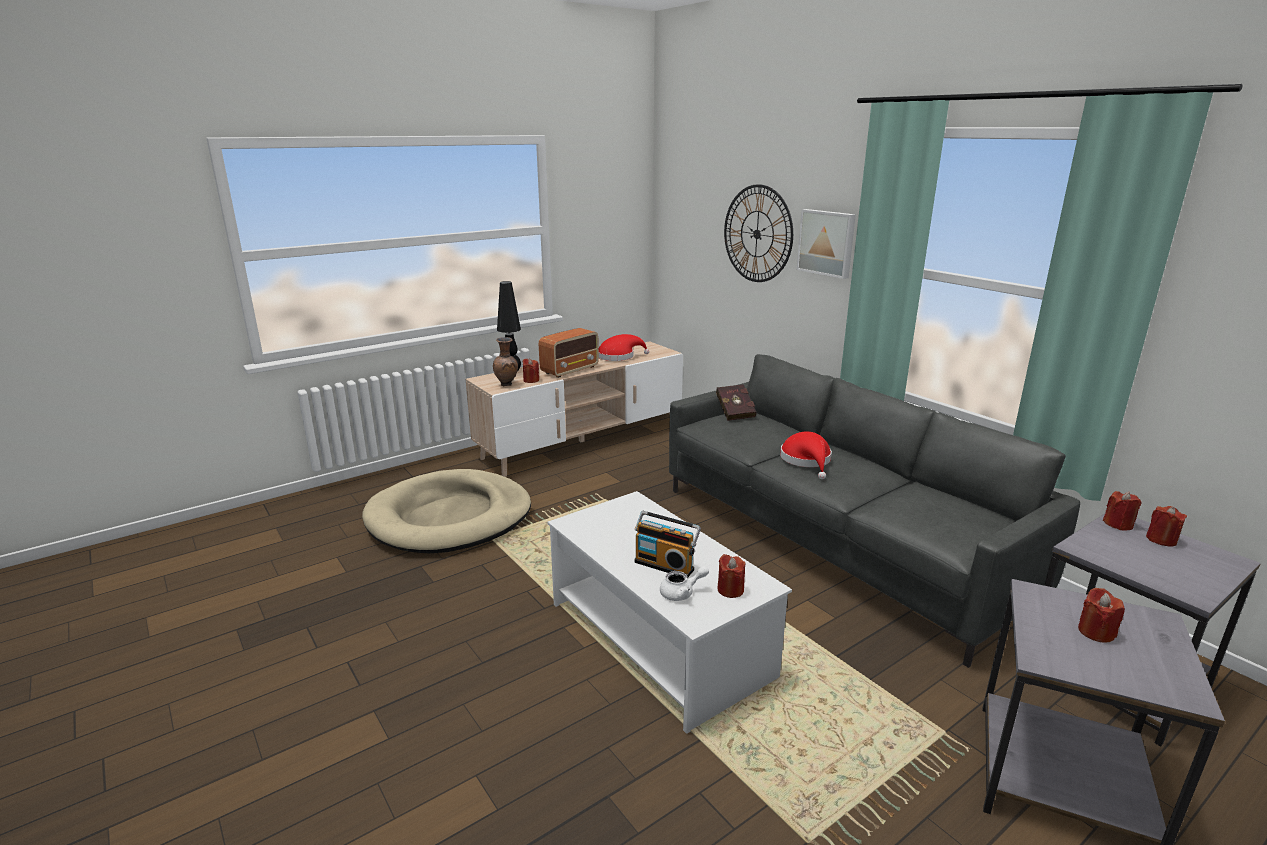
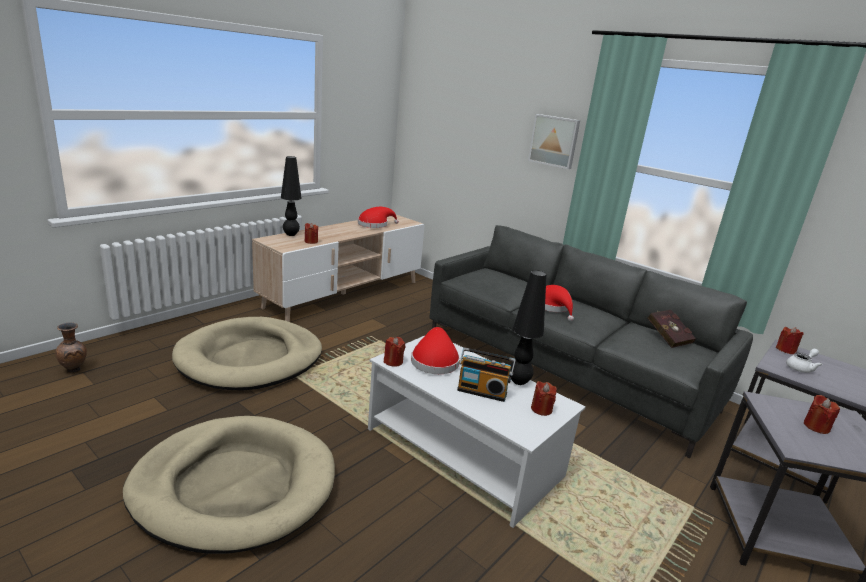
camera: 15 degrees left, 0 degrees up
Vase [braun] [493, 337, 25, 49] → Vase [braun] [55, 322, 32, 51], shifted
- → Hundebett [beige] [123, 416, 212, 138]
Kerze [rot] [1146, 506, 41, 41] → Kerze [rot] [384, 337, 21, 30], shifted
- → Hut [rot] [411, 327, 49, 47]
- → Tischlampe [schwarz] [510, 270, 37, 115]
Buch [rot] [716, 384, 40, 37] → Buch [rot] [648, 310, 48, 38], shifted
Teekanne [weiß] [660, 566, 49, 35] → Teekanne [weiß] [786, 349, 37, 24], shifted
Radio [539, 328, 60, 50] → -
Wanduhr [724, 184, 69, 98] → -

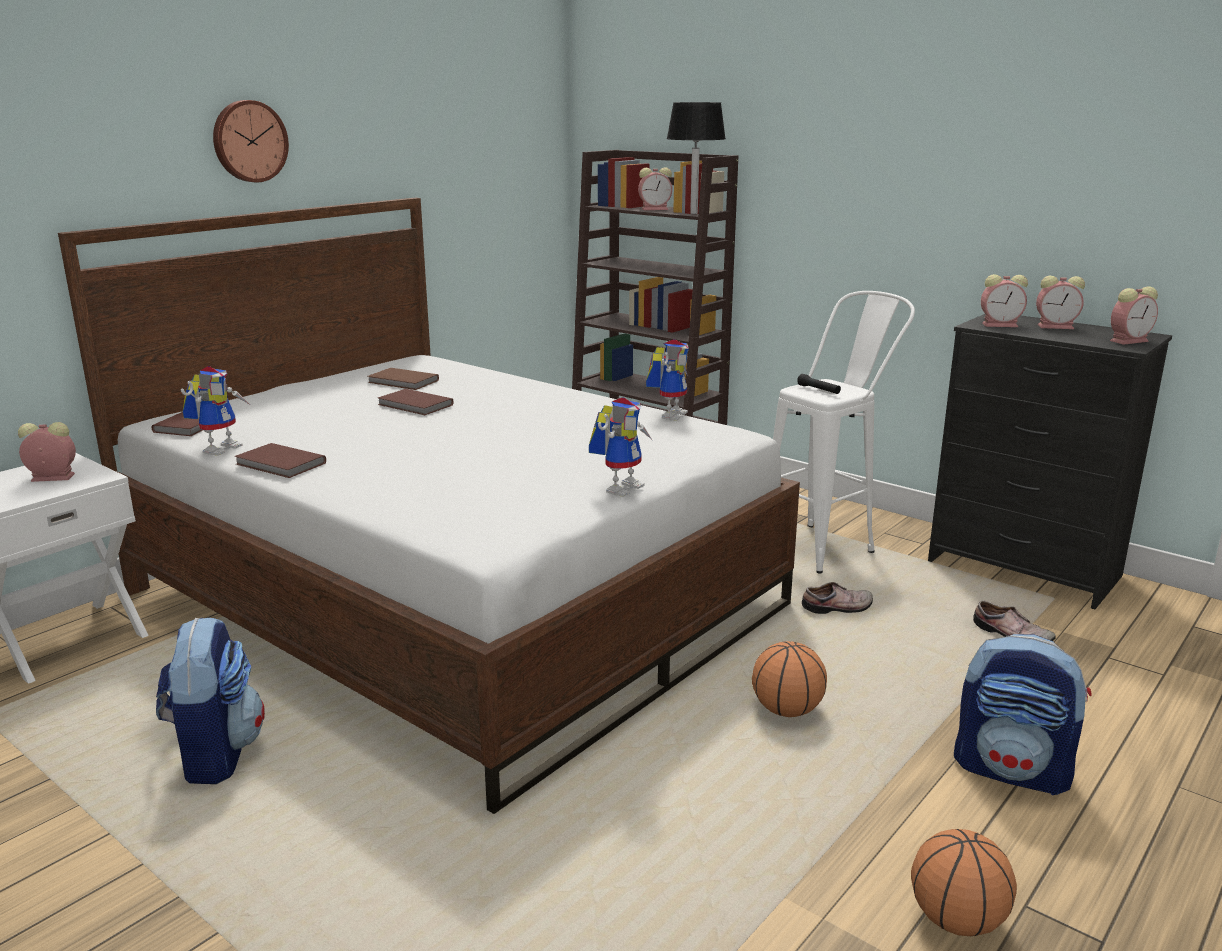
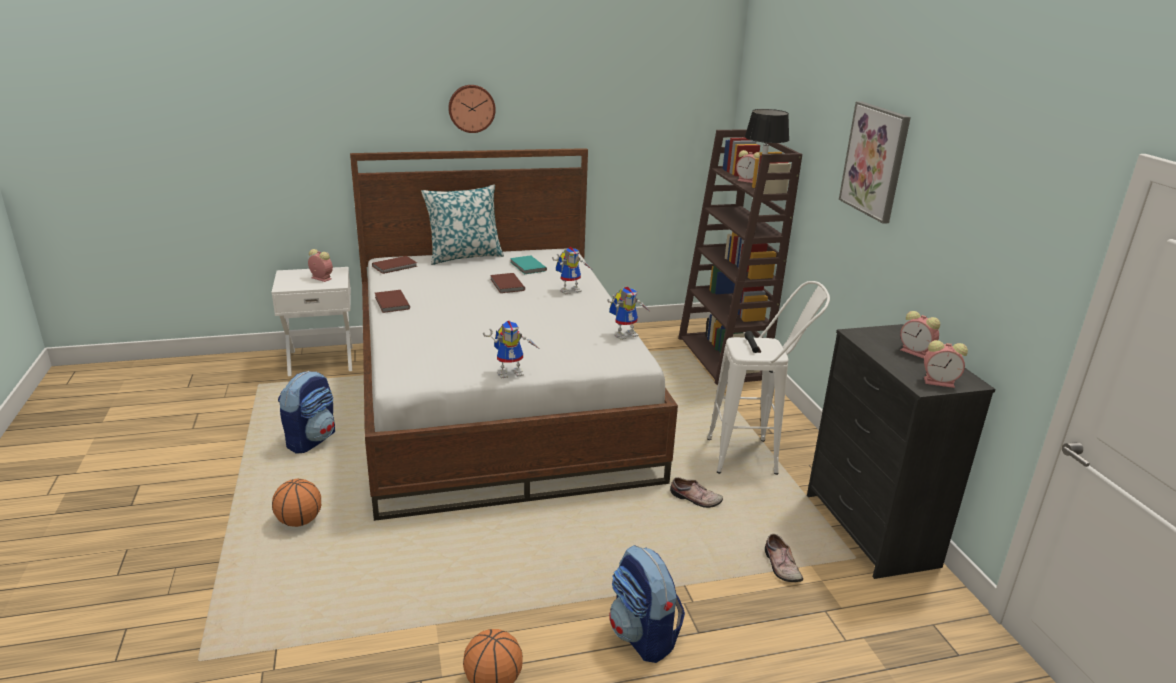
camera: 35 degrees right, 5 degrees up
Basketball [752, 641, 75, 76] → Basketball [272, 479, 49, 48], shifted
- → Kissen [421, 184, 83, 81]
Buch [braun] [368, 368, 71, 22] → Buch [türkis] [510, 255, 37, 19]
Spielzeugroboter [181, 366, 68, 90] → Spielzeugroboter [552, 247, 39, 48], shifted
- → Bild [839, 101, 72, 123]
Wecker [981, 274, 47, 53] → -

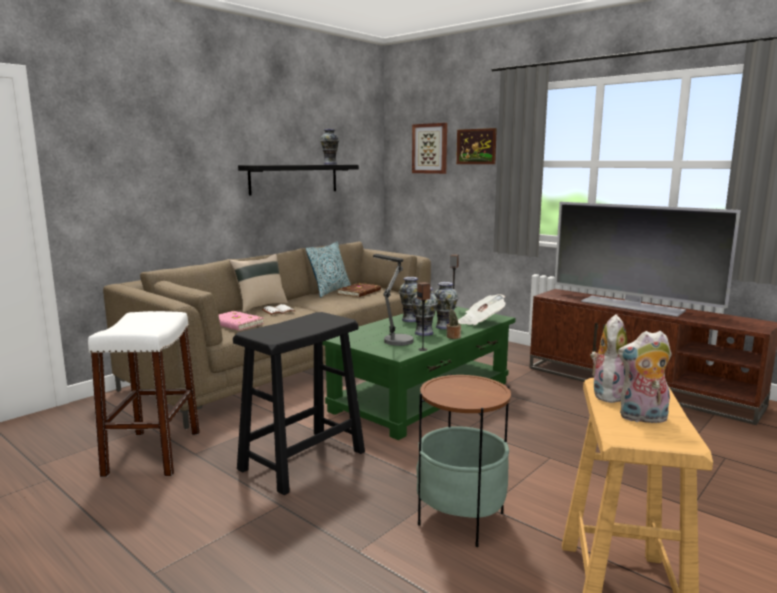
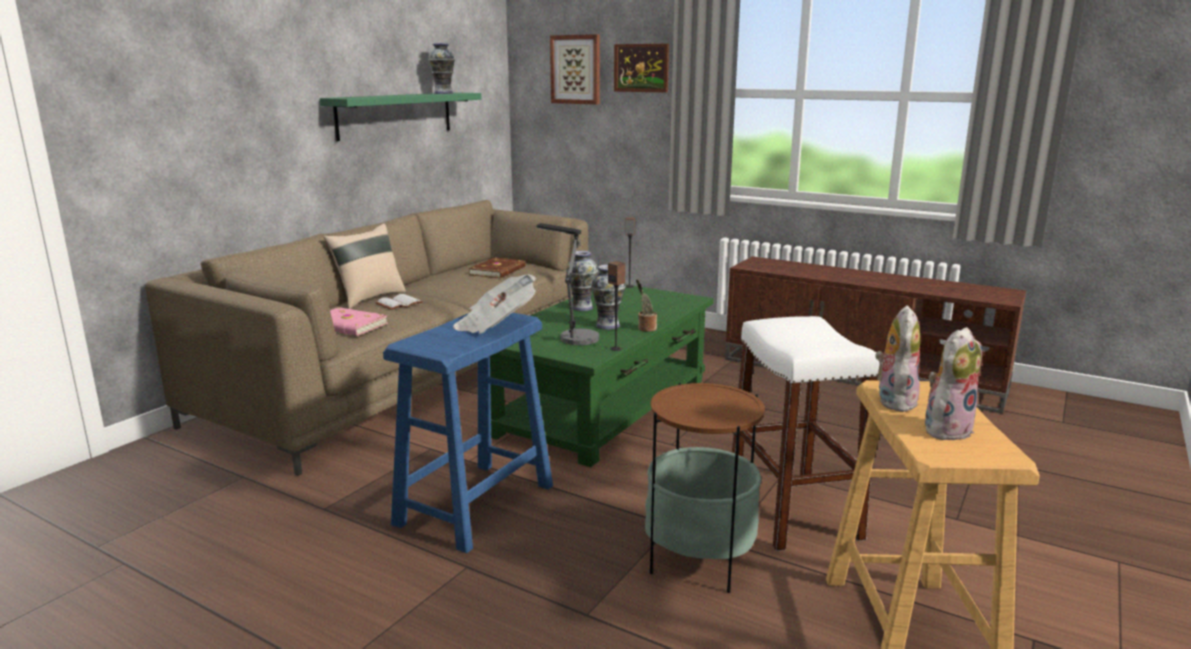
camera: 10 degrees left, 5 degrees up
Wandregal [schwarz] [238, 165, 121, 31] → Wandregal [grün] [320, 93, 162, 48]
Hocker [schwarz] [233, 312, 132, 183] → Hocker [blau] [383, 312, 170, 241]
Zeitung [458, 294, 48, 31] → Zeitung [453, 274, 83, 60], shifted
Hocker [weiß] [88, 311, 112, 166] → Hocker [weiß] [732, 316, 147, 235], shifted
Plüschtier [618, 331, 54, 92] → Plüschtier [925, 327, 57, 114], 150 degrees clockwise
Kissen [306, 241, 45, 56] → -
Vase [434, 282, 24, 48] → -
Fernseher [554, 202, 187, 115] → -

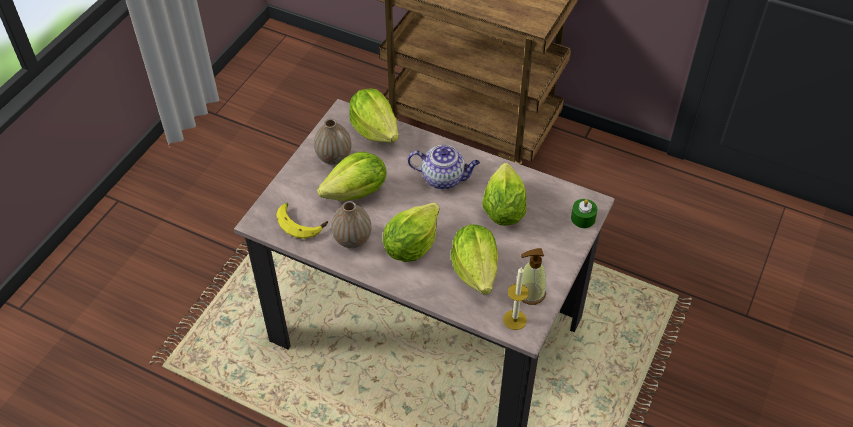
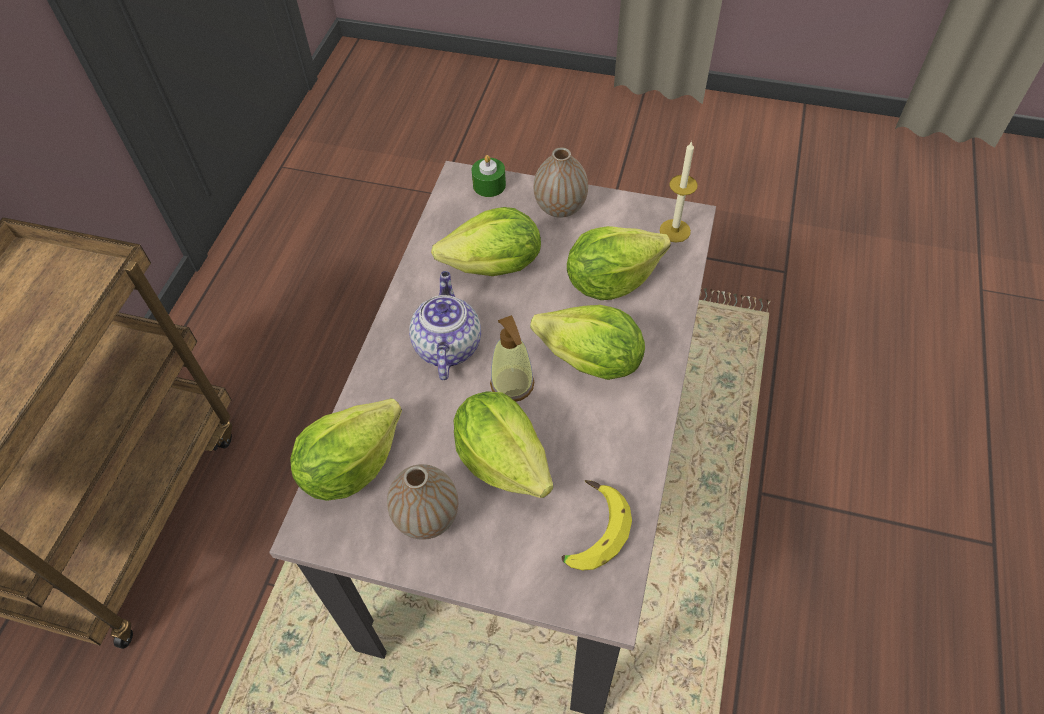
camera: 100 degrees left, 5 degrees up
Seifenspender [521, 248, 25, 57] → Seifenspender [490, 315, 44, 87], shifted
Vase [331, 201, 40, 47] → Vase [534, 147, 54, 71], shifted

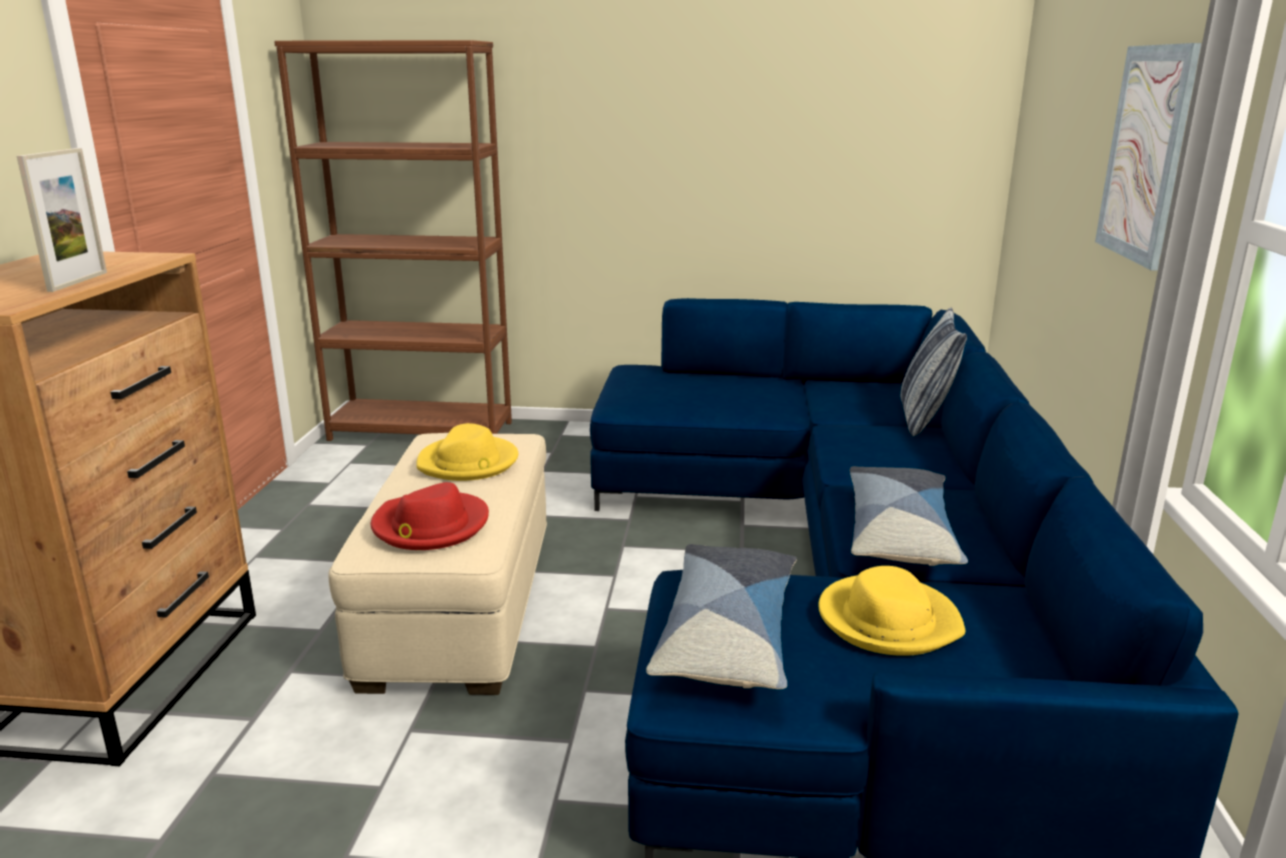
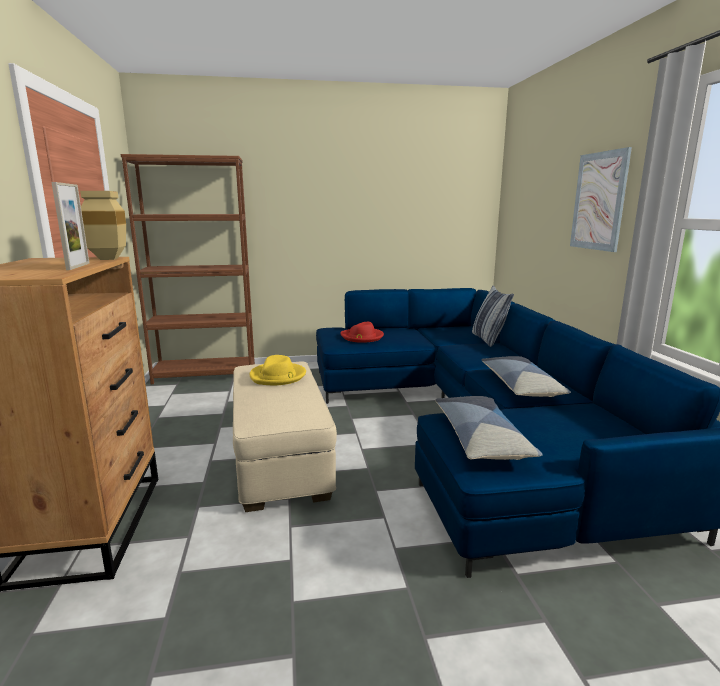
camera: 15 degrees left, 5 degrees down
- → Vase [beige] [80, 191, 46, 69]
Hut [rot] [371, 482, 118, 68] → Hut [rot] [341, 322, 43, 21], shifted
Hut [gelb] [818, 566, 147, 90] → -

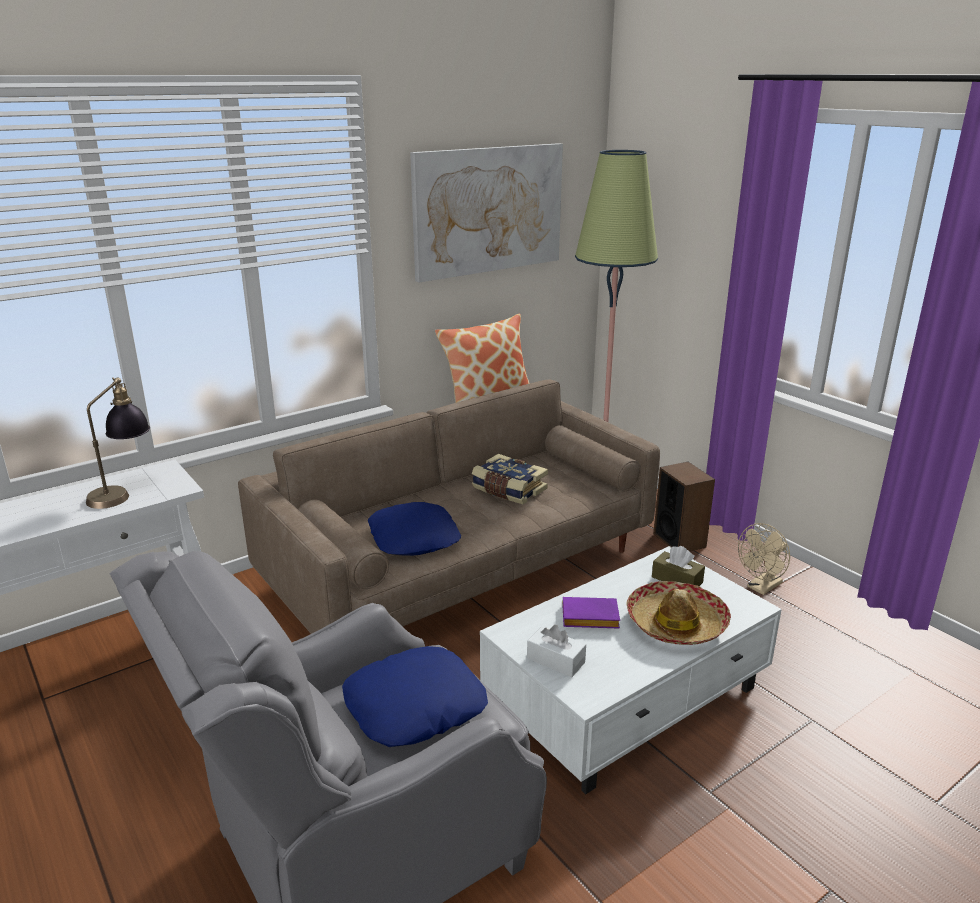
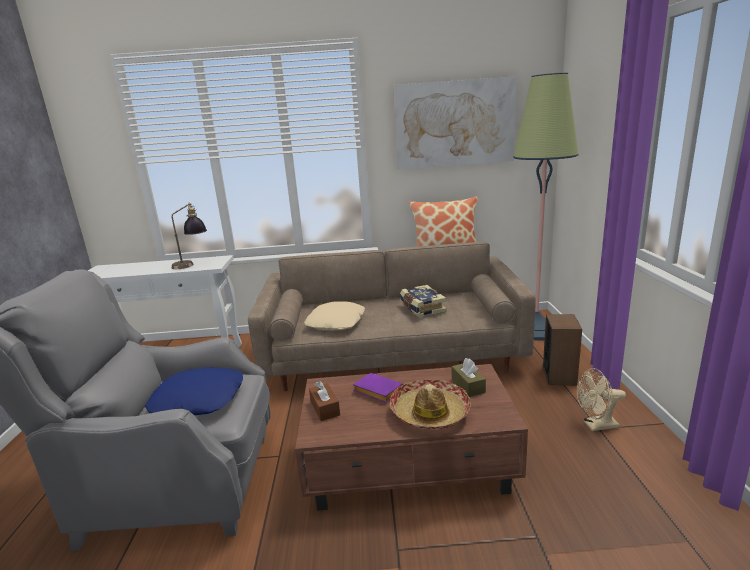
camera: 35 degrees right, 5 degrees down
Couchtisch [weiß] [480, 546, 302, 248] → Couchtisch [braun] [295, 364, 233, 147]
Kissen [blau] [368, 502, 93, 54] → Kissen [beige] [304, 301, 61, 30]
Taschentuchbox [weiß] [527, 625, 59, 52] → Taschentuchbox [braun] [309, 381, 31, 40]

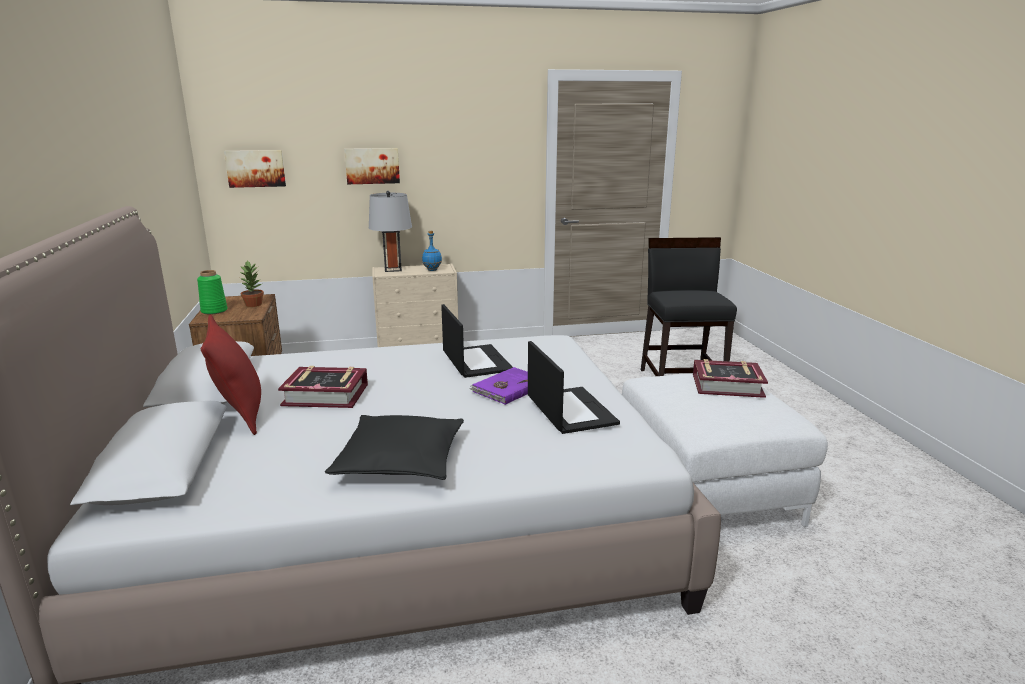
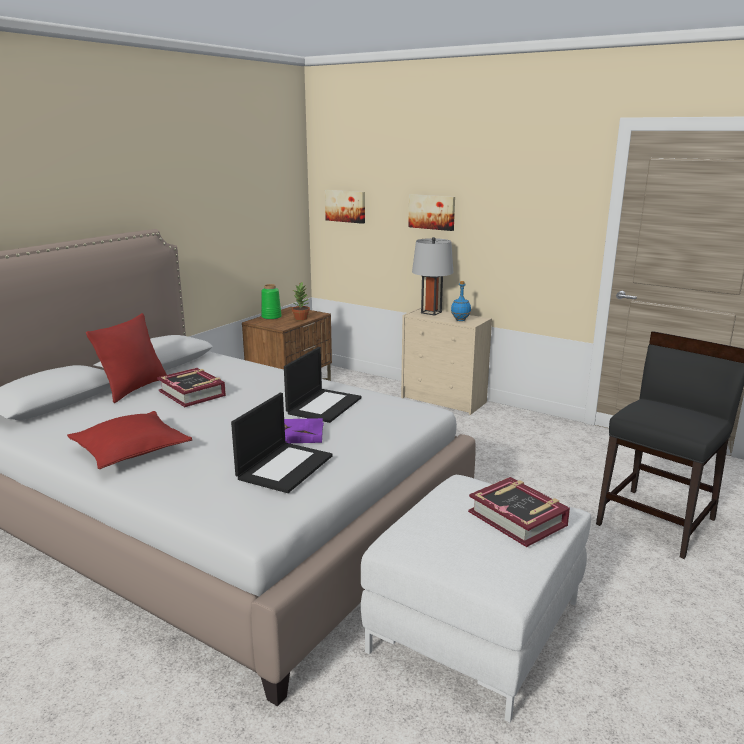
camera: 45 degrees right, 0 degrees up
Kissen [schwarz] [325, 415, 139, 65] → Kissen [rot] [67, 411, 125, 58]

